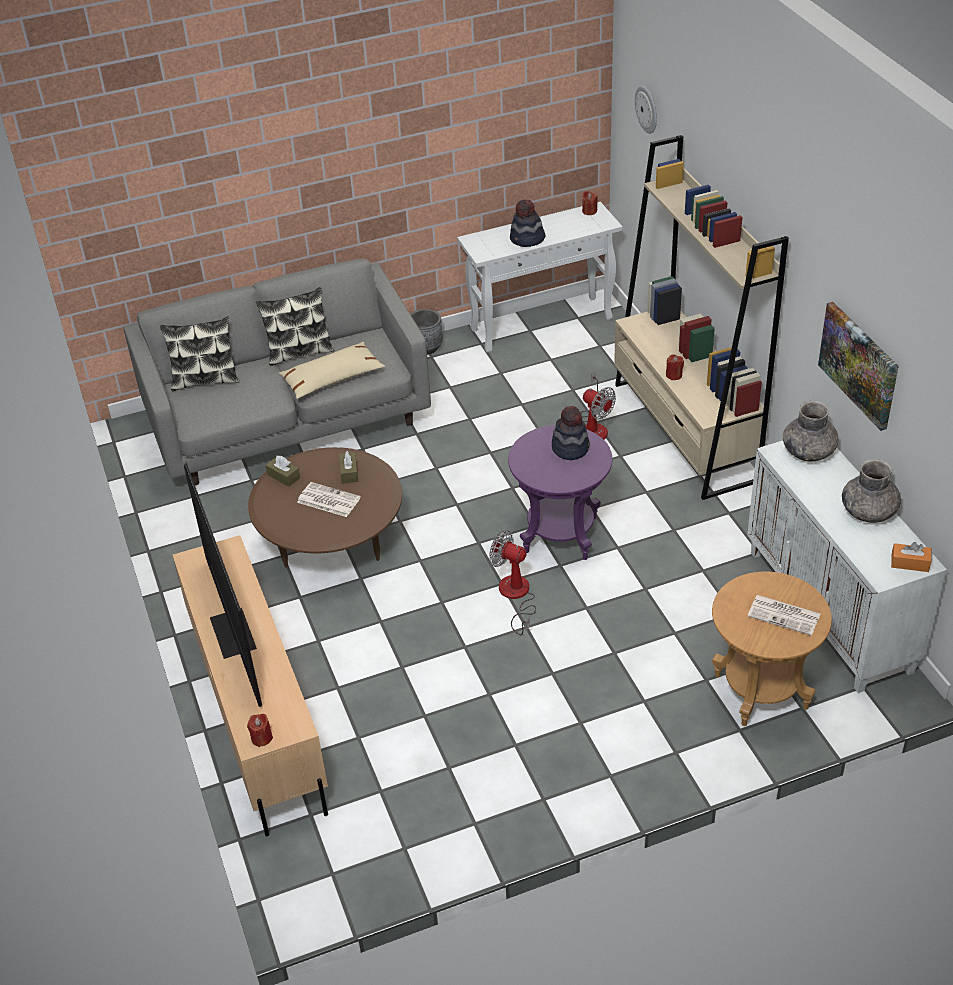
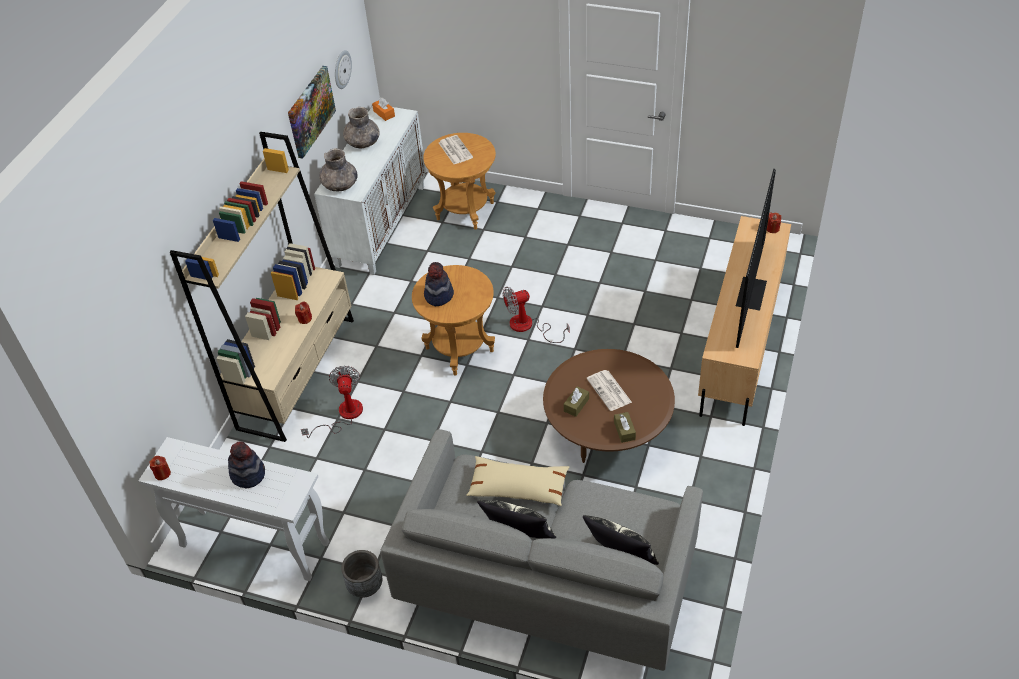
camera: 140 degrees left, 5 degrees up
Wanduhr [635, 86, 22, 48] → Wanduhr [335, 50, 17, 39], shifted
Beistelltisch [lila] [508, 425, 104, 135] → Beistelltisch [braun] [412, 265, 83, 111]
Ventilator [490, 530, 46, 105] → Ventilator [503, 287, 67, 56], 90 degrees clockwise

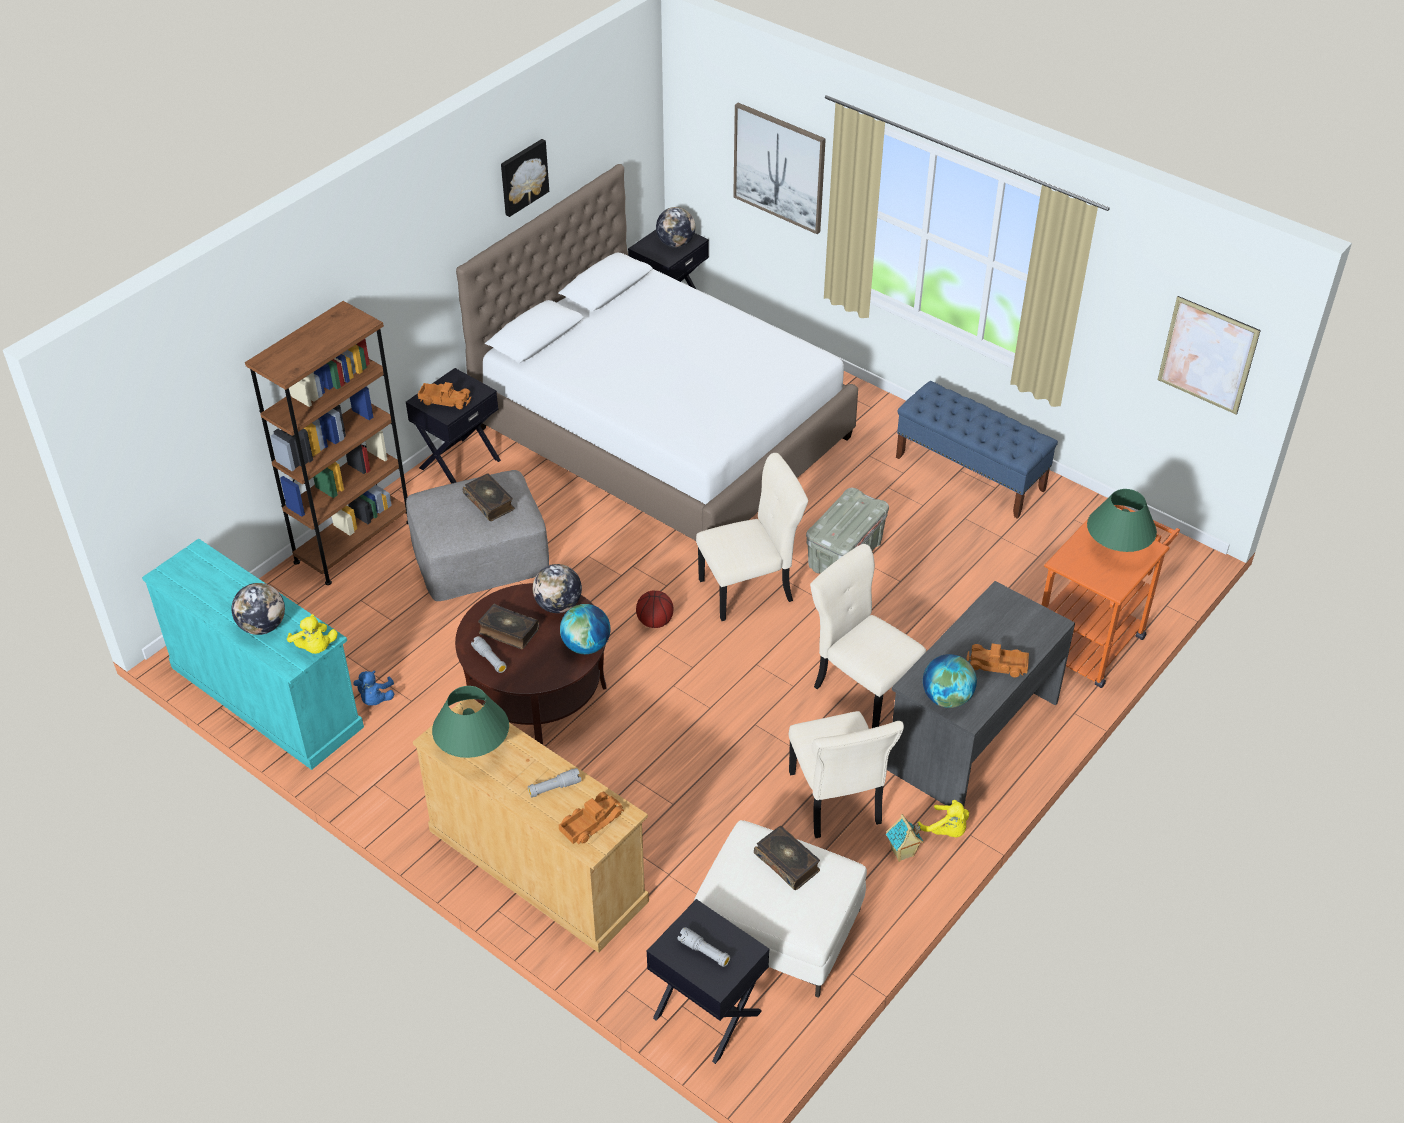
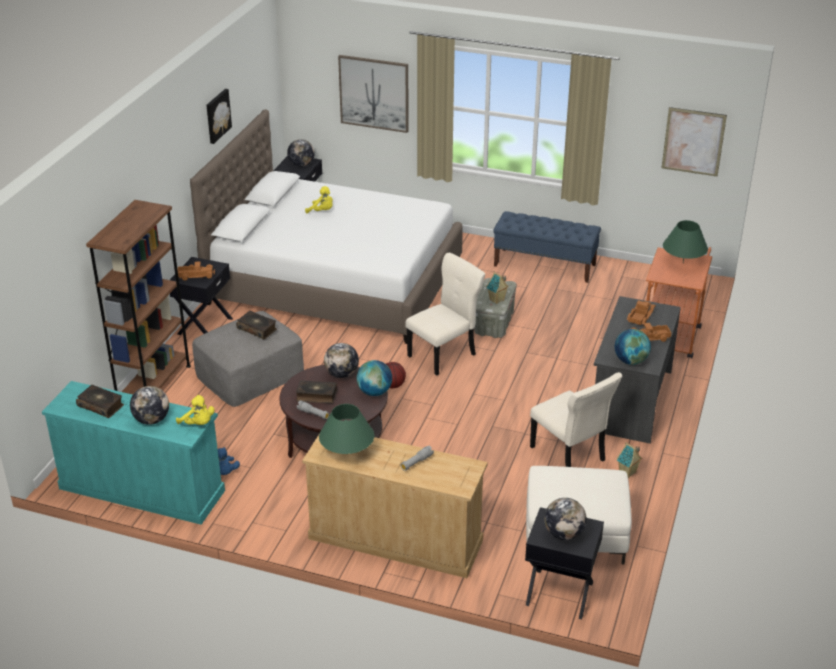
camera: 20 degrees left, 10 degrees down
Buch [754, 826, 66, 64] → Buch [76, 385, 48, 33], shifted
Plüschtier [gelb] [917, 800, 52, 37] → Plüschtier [gelb] [305, 186, 28, 27], shifted
- → Spielzeughaus [486, 272, 23, 32]
Taschenlampe [grau] [678, 927, 53, 40] → Globus [544, 498, 42, 42]
Spielzeuglaster [559, 792, 65, 52] → Spielzeuglaster [627, 300, 29, 25], shifted
Stuhl [beige] [810, 544, 116, 184] → -

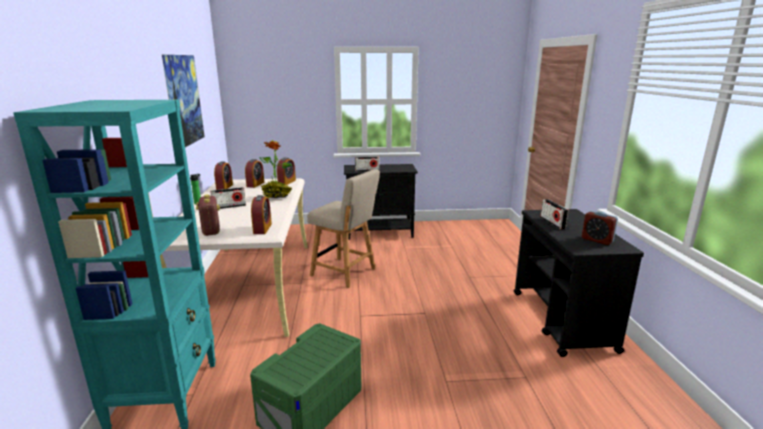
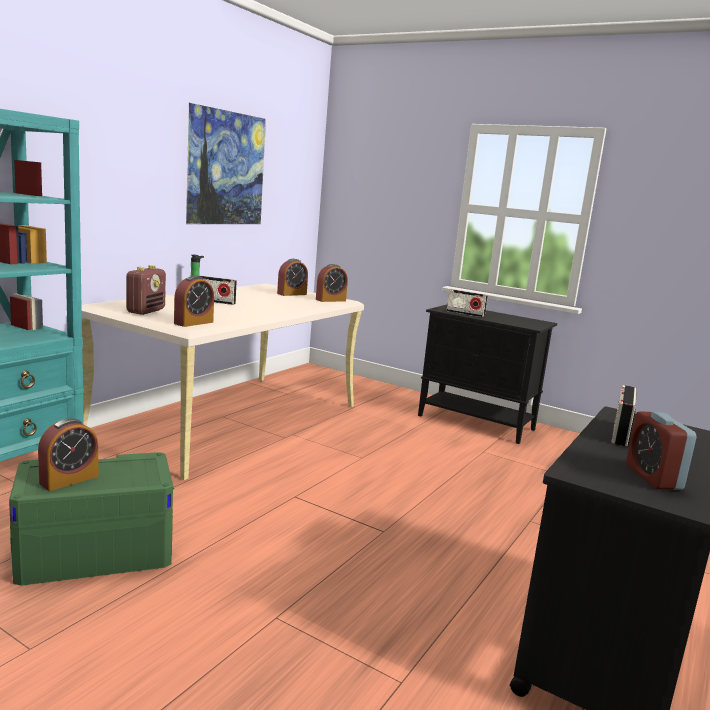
camera: 35 degrees right, 5 degrees down
Wecker [214, 161, 19, 29] → Wecker [38, 418, 60, 73], shifted
Topfpflanze [259, 140, 33, 58] → -
Stuhl [beige] [307, 169, 73, 119] → -

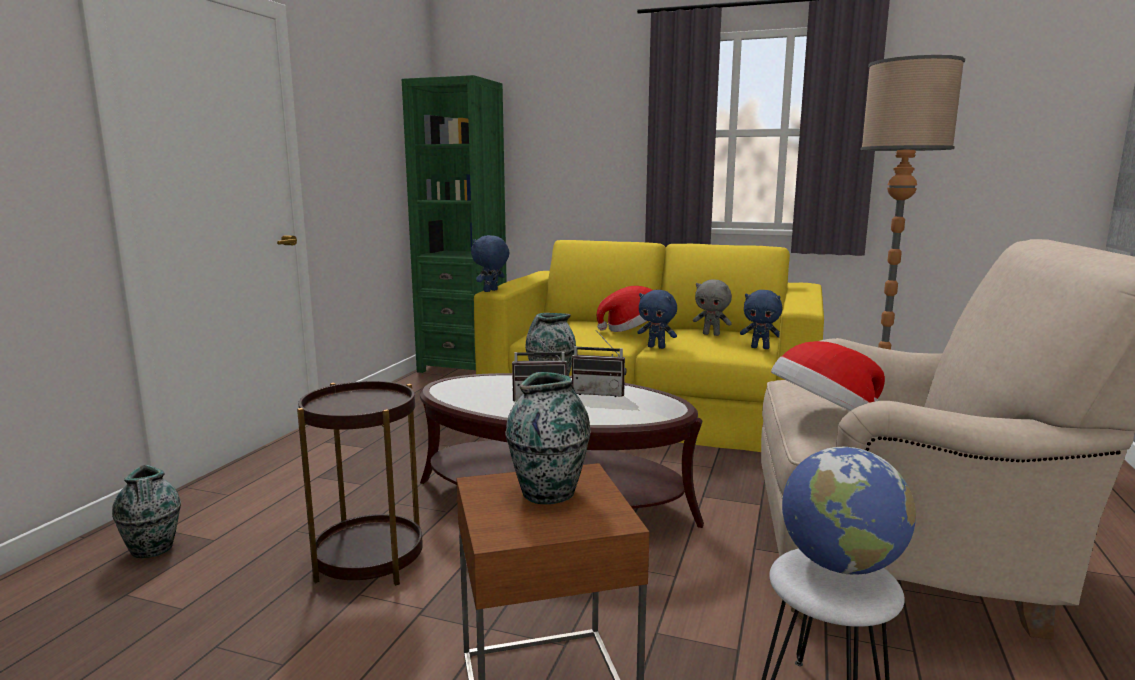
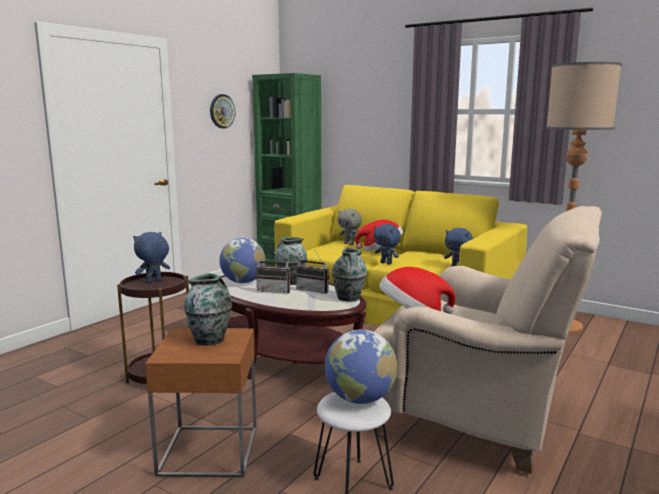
camera: 15 degrees right, 0 degrees up
Plüschtier [blau] [471, 235, 39, 57] → Plüschtier [blau] [133, 232, 37, 51], shifted
- → Wanduhr [210, 94, 26, 34]
- → Globus [219, 238, 46, 45]
Vase [112, 465, 69, 93] → Vase [332, 247, 35, 54], shifted
Plüschtier [grau] [693, 279, 39, 57] → Plüschtier [grau] [337, 209, 25, 36], shifted

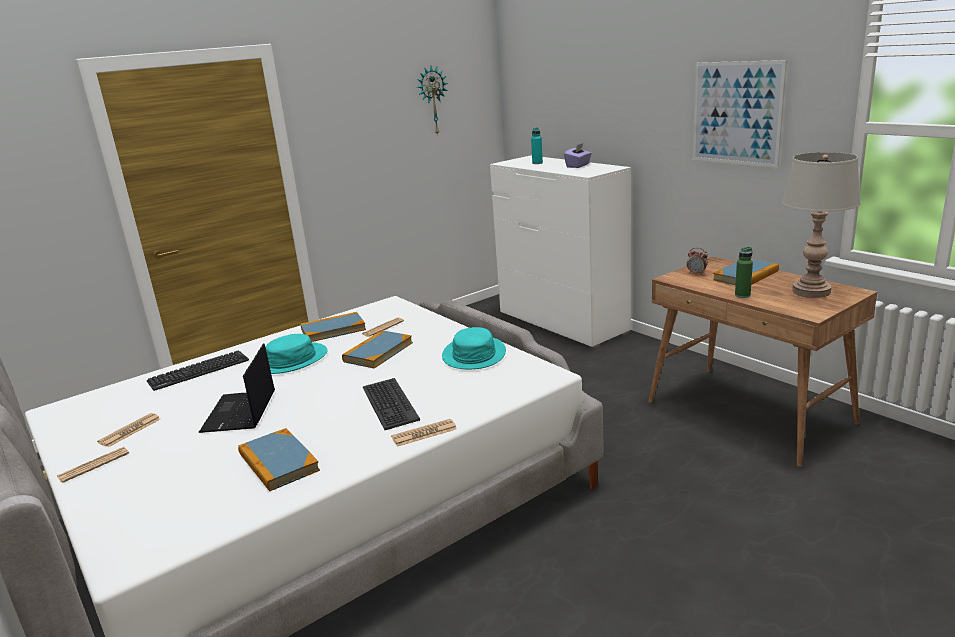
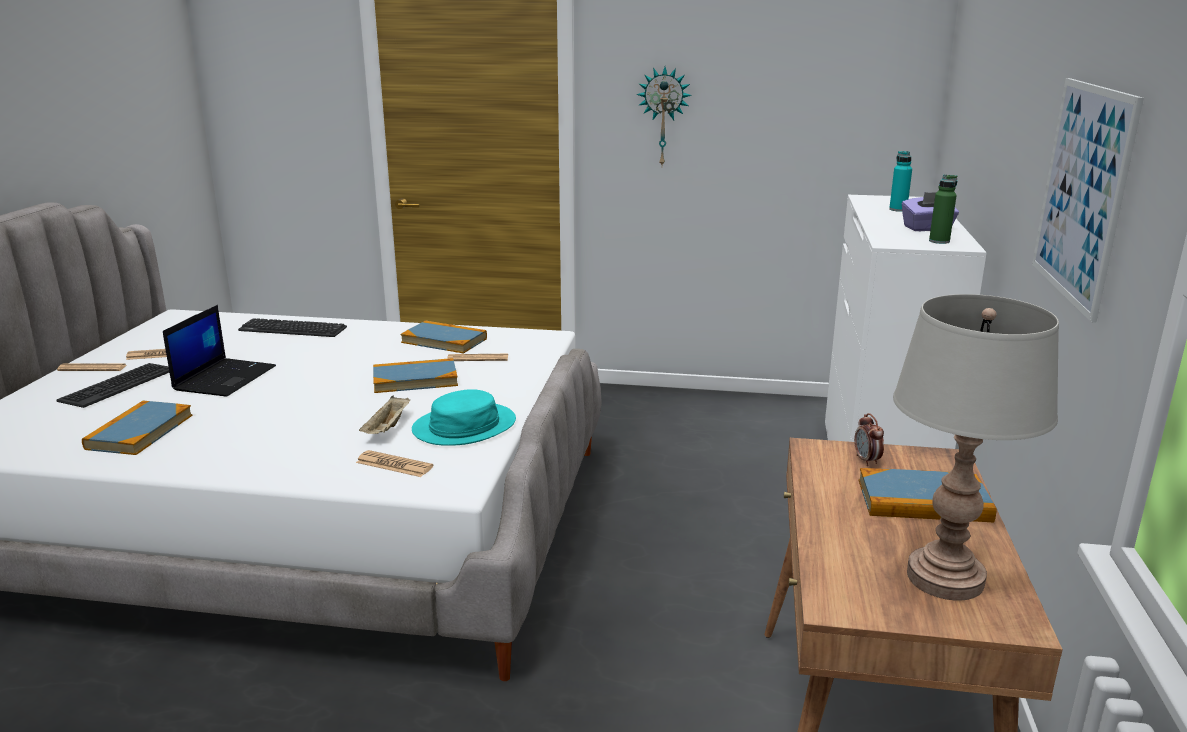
camera: 45 degrees right, 0 degrees up
Tastatur [363, 378, 57, 52] → Tastatur [57, 363, 113, 45], shifted
Laptop [198, 343, 77, 90] → Laptop [163, 305, 113, 91], 150 degrees clockwise
Zeitung [391, 419, 66, 28] → Zeitung [356, 450, 78, 27], shifted
- → Tablett [beige] [359, 396, 51, 38]
Wanduhr [417, 66, 31, 70] → Wanduhr [637, 67, 55, 98], shifted
Flasche [grün] [735, 247, 18, 51] → Flasche [grün] [929, 174, 28, 70], shifted
Hut [türkis] [266, 334, 61, 40] → -

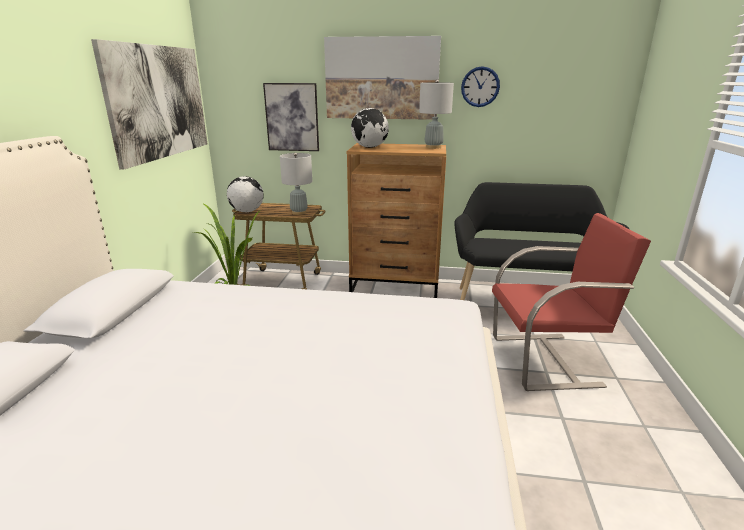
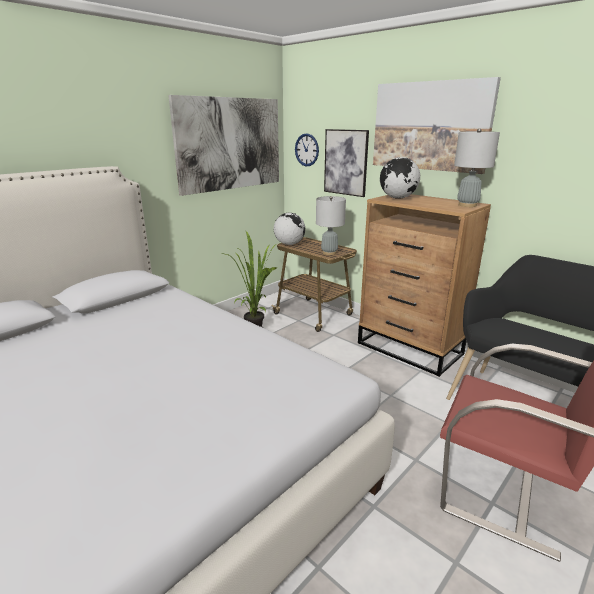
camera: 35 degrees right, 0 degrees up
Wanduhr [461, 66, 39, 41] → Wanduhr [295, 133, 24, 33], shifted

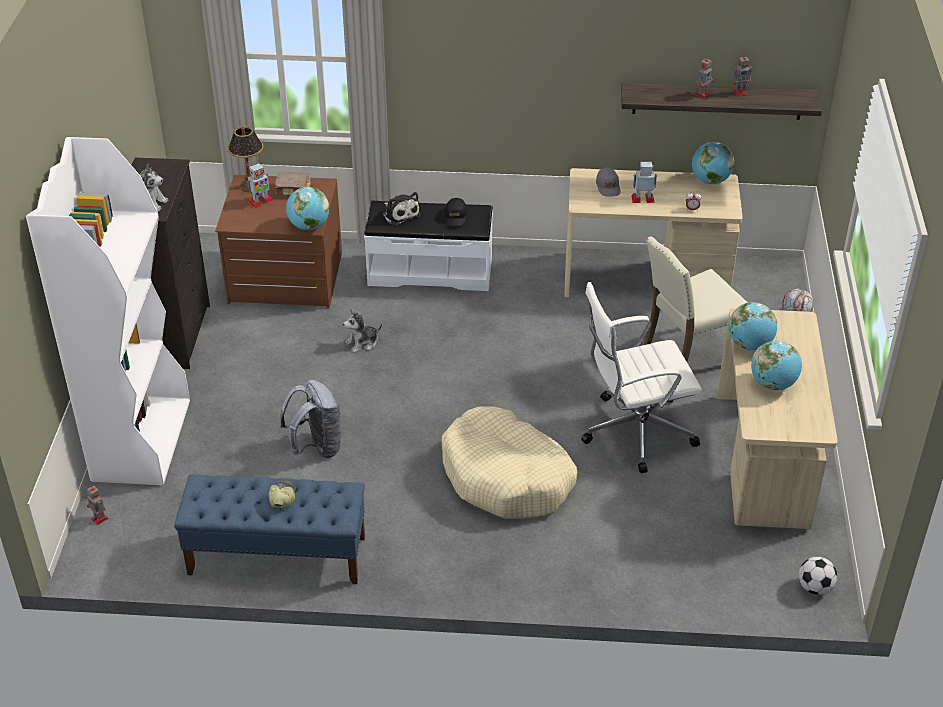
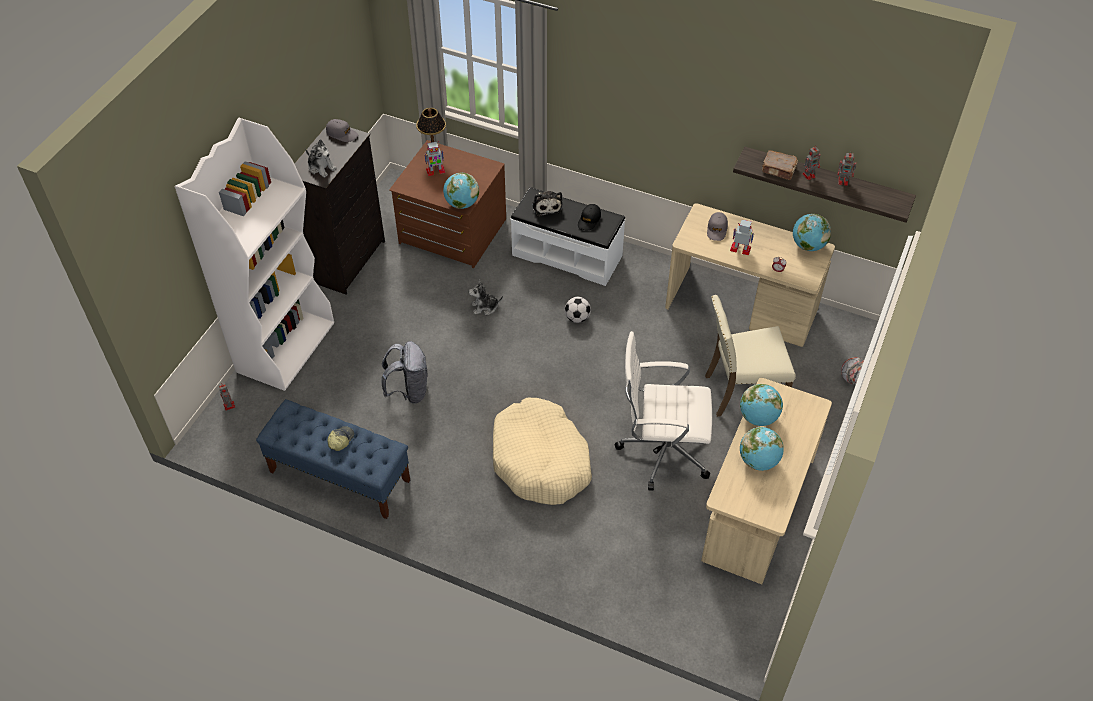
camera: 20 degrees right, 10 degrees up
- → Kappe [grau] [326, 119, 32, 23]
Fußball [799, 557, 38, 38] → Fußball [565, 297, 26, 26], shifted
Buch [braun] [275, 172, 36, 24] → Buch [braun] [762, 150, 36, 30], shifted

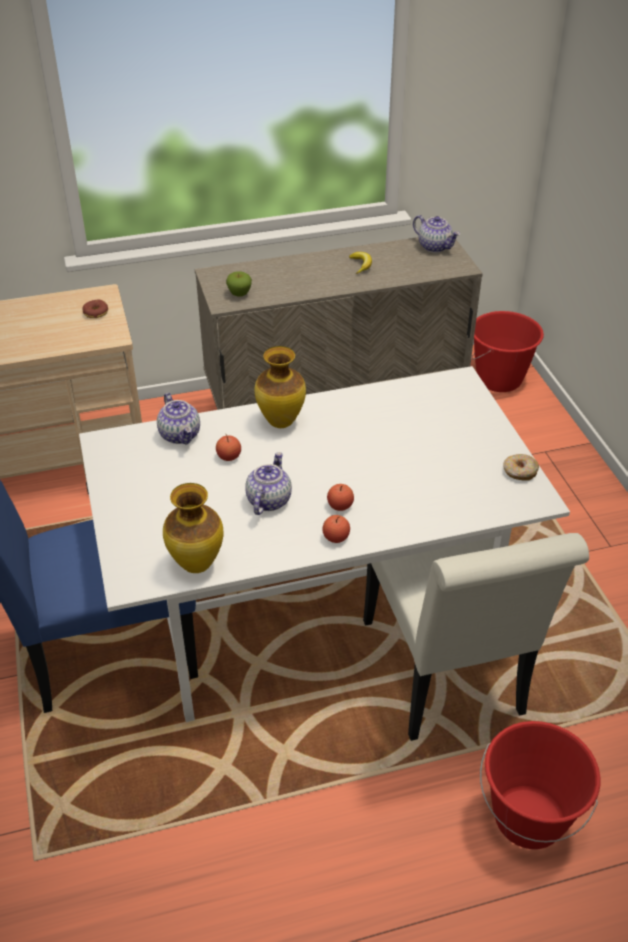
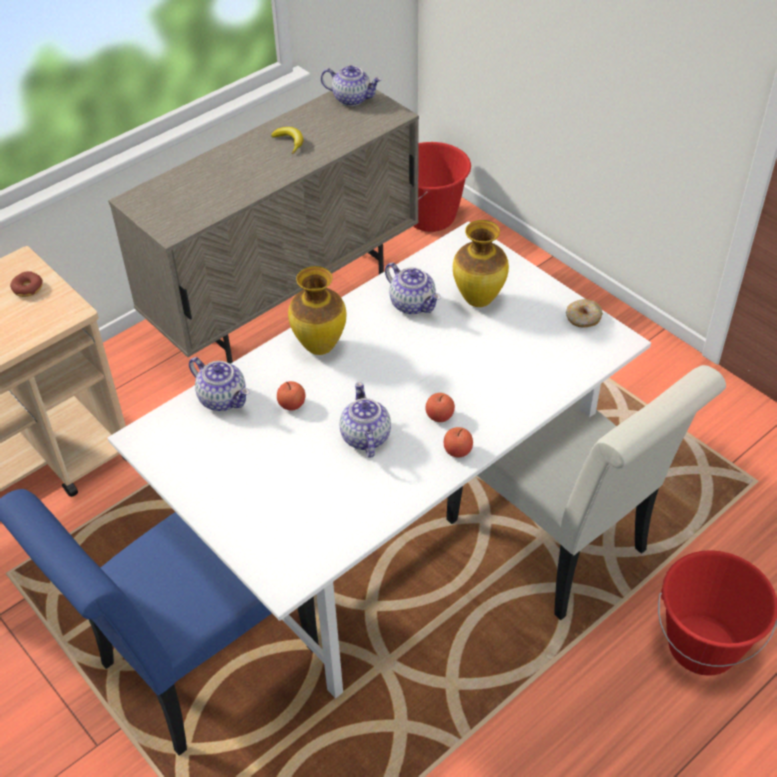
camera: 25 degrees left, 5 degrees up
- → Teekanne [385, 263, 56, 52]
Vase [163, 483, 61, 90] → Vase [453, 220, 56, 87], shifted
Apfel [226, 271, 26, 26] → -

